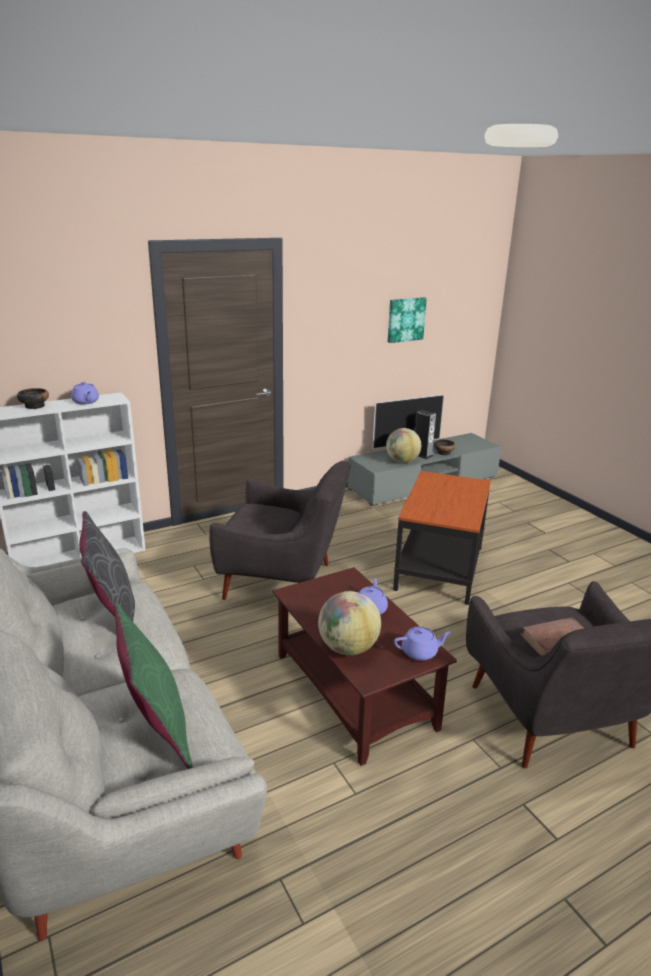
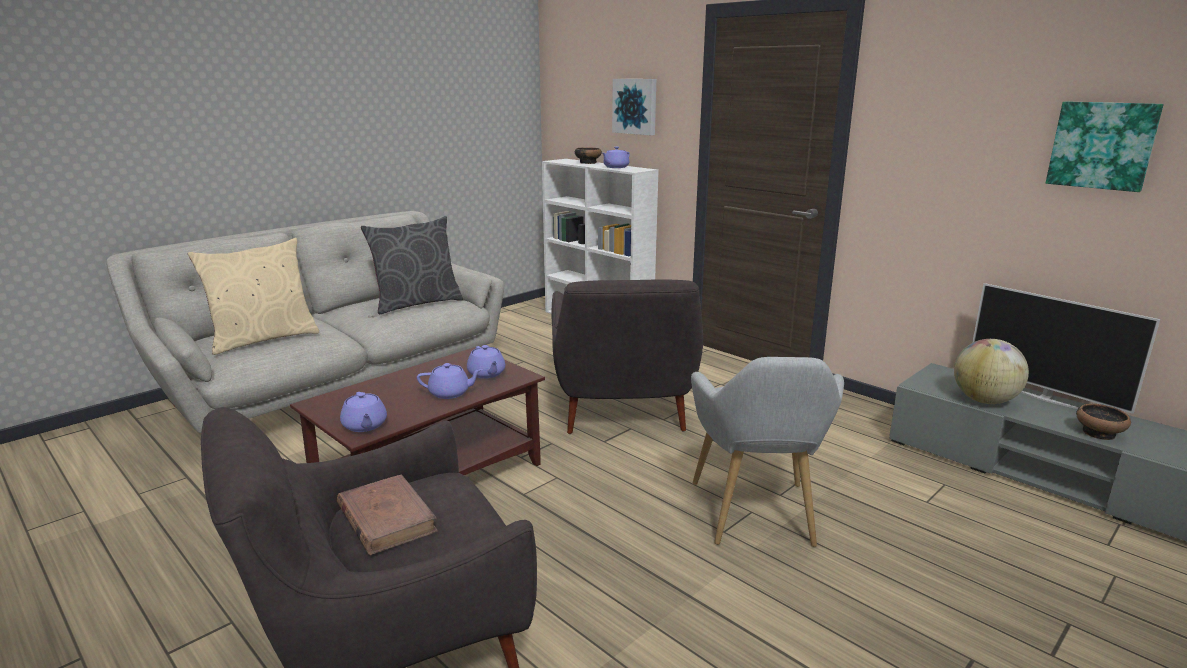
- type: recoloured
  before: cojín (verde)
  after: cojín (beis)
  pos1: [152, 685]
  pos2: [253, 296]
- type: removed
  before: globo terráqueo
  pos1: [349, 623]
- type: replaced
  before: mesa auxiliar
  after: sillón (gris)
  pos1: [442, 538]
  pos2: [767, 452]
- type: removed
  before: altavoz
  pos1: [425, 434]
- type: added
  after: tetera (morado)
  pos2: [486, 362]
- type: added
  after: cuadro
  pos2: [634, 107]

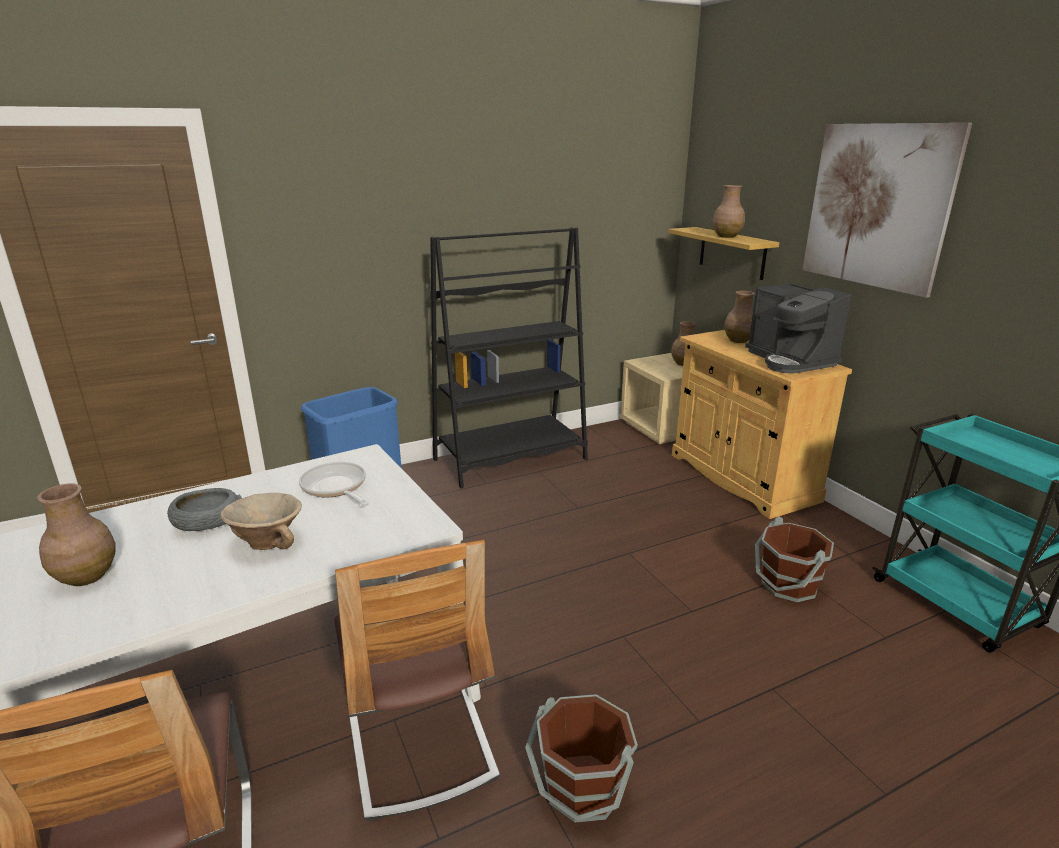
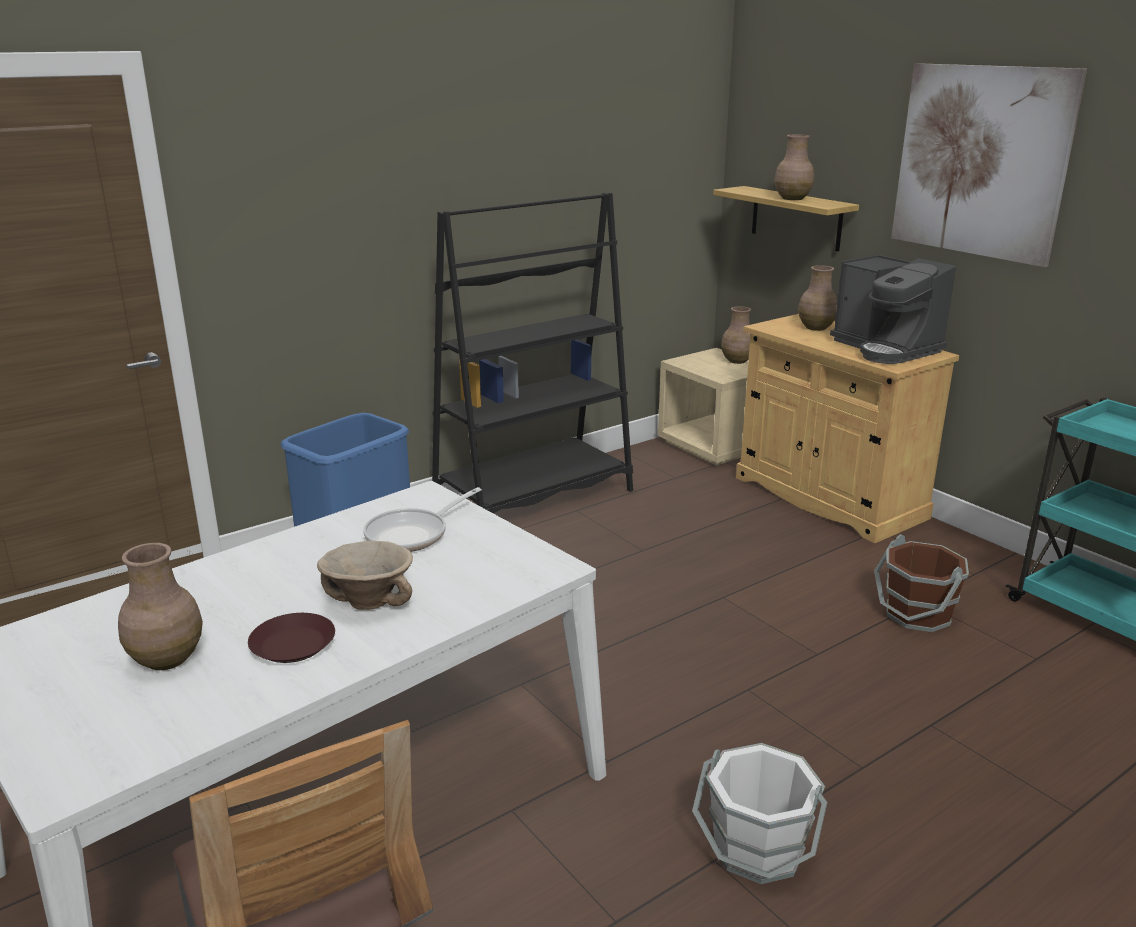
- type: removed
  before: cuenco (gris)
  pos1: [204, 509]
- type: turned
  before: sartén
  pos1: [334, 484]
  pos2: [422, 519]
  turn: -90
- type: removed
  before: silla
  pos1: [417, 680]
- type: recoloured
  before: cubo (marrón)
  after: cubo (blanco)
  pos1: [581, 758]
  pos2: [760, 813]
- type: added
  after: plato (marrón)
  pos2: [291, 638]

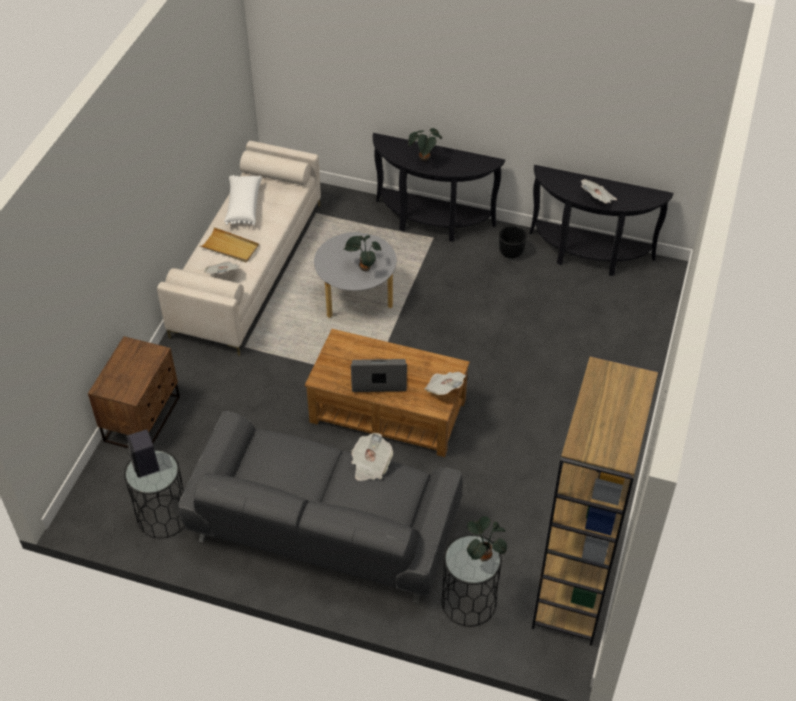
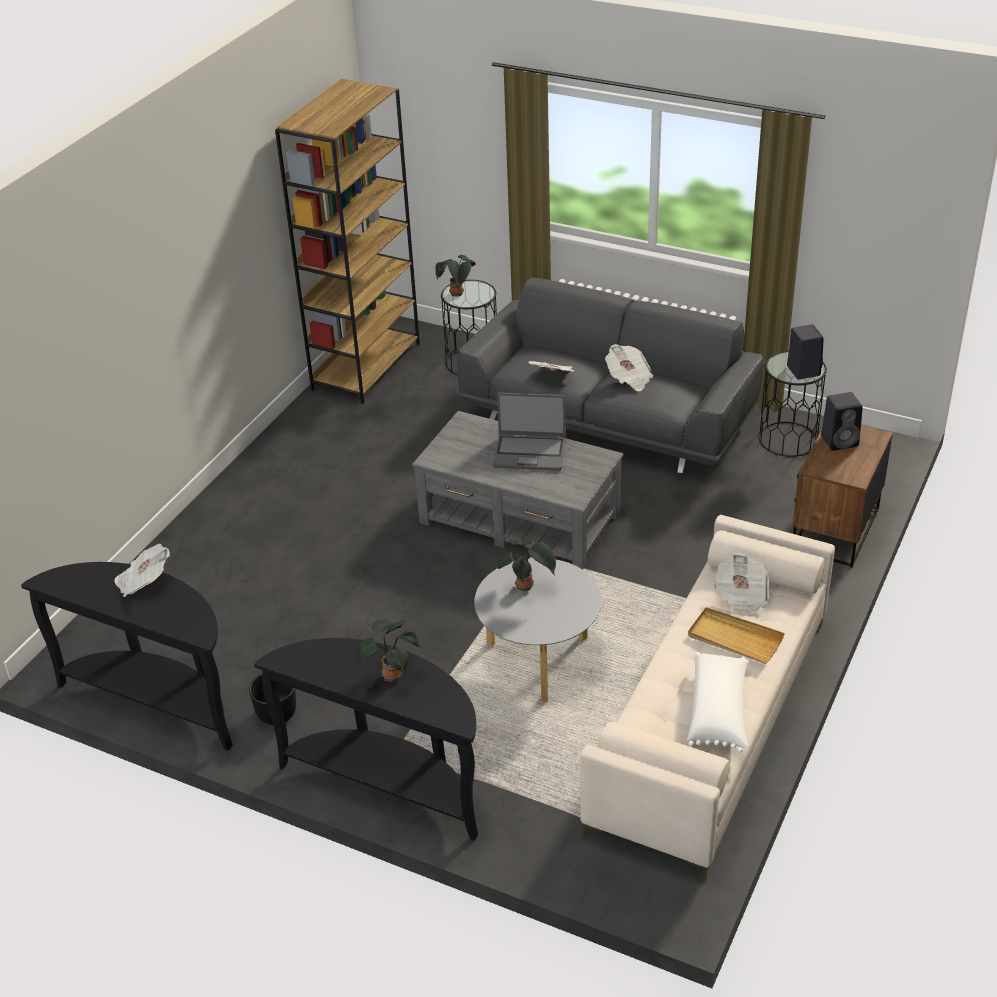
- type: recoloured
  before: mesa de centro (marrón)
  after: mesa de centro (gris)
  pos1: [387, 393]
  pos2: [518, 490]
- type: moved
  before: periódico
  pos1: [445, 383]
  pos2: [629, 367]
- type: added
  after: altavoz (negro)
  pos2: [842, 421]

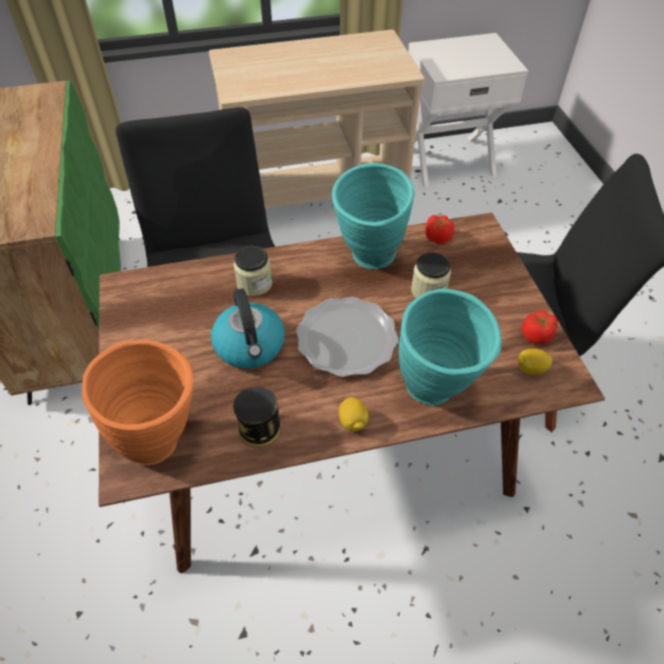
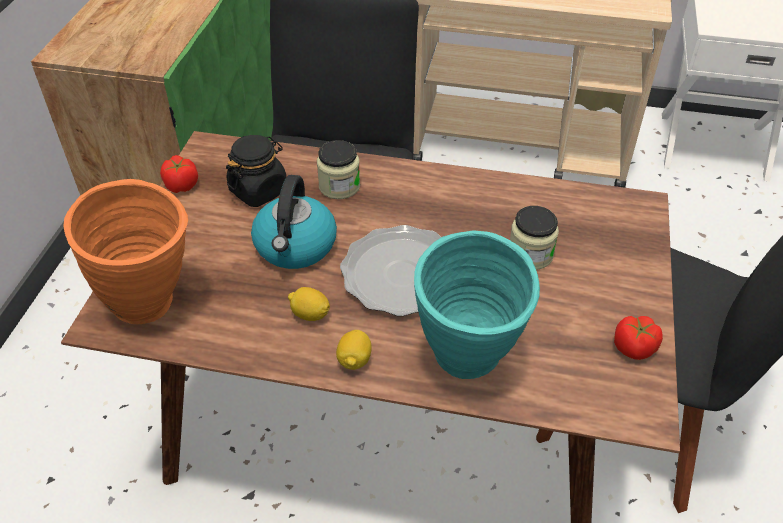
- type: removed
  before: lata
  pos1: [256, 417]
- type: removed
  before: florero (turquesa)
  pos1: [373, 216]
- type: moved
  before: tomate
  pos1: [439, 229]
  pos2: [179, 174]
- type: moved
  before: limón
  pos1: [534, 361]
  pos2: [309, 304]
- type: added
  after: tarro (negro)
  pos2: [256, 171]

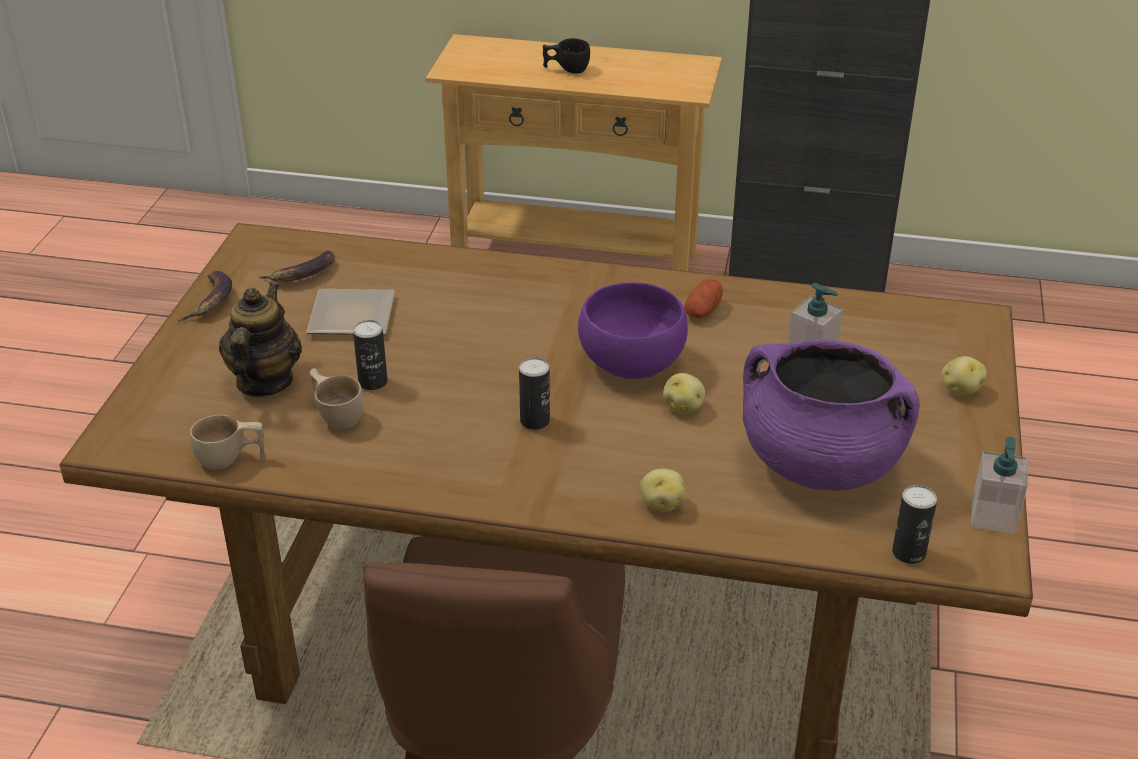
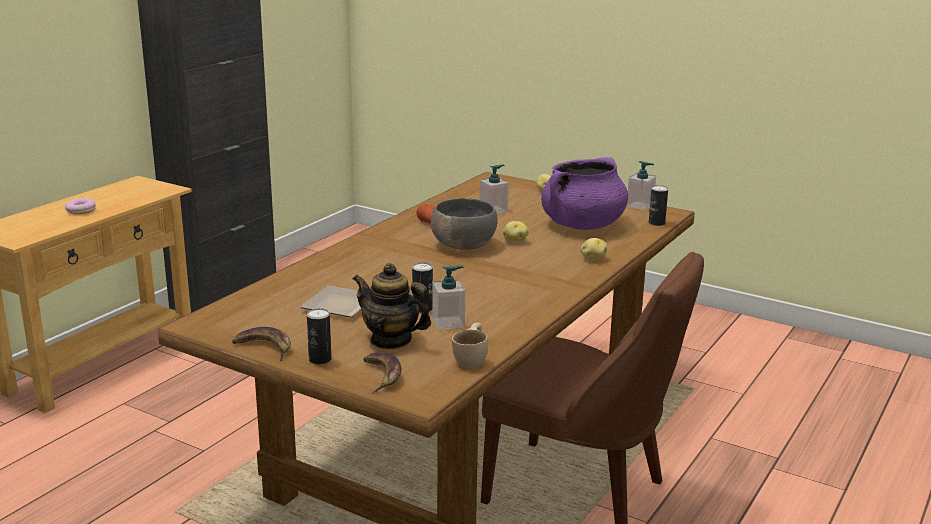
- type: moved
  before: plátano
  pos1: [297, 266]
  pos2: [382, 373]
- type: replaced
  before: taza (beis)
  after: dispensador de jabón
  pos1: [336, 399]
  pos2: [449, 297]
- type: moved
  before: lata
  pos1: [534, 393]
  pos2: [319, 336]
- type: replaced
  before: taza (negro)
  after: rosquilla
  pos1: [566, 56]
  pos2: [80, 206]
- type: recoloured
  before: cuenco (morado)
  after: cuenco (gris)
  pos1: [633, 330]
  pos2: [464, 224]

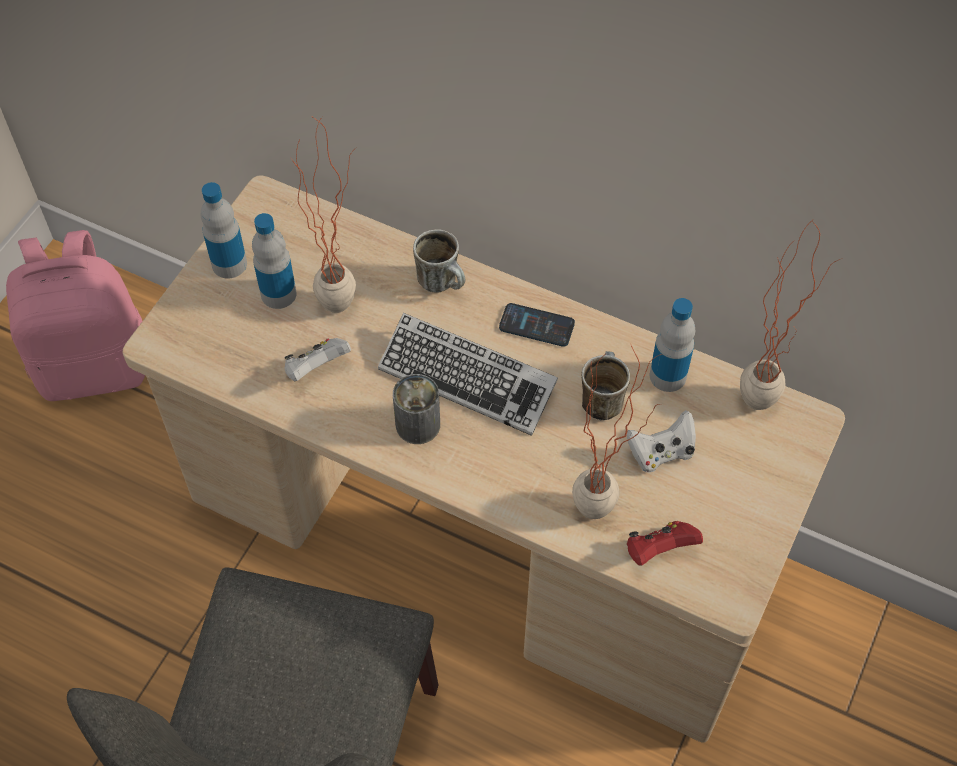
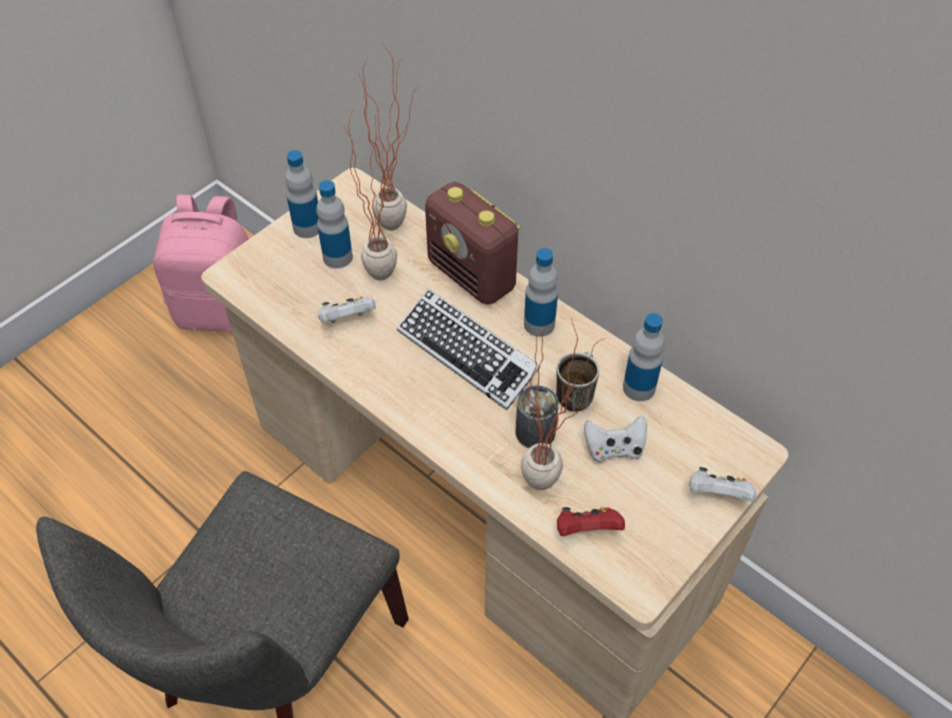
- type: moved
  before: lata
  pos1: [416, 409]
  pos2: [537, 416]
- type: replaced
  before: taza grande
  after: radio
  pos1: [439, 261]
  pos2: [473, 243]
- type: replaced
  before: móvil
  after: botella
  pos1: [537, 325]
  pos2: [541, 292]
- type: moved
  before: planta en maceta
  pos1: [791, 314]
  pos2: [387, 137]
- type: added
  after: mando de consola (blanco)
  pos2: [723, 484]

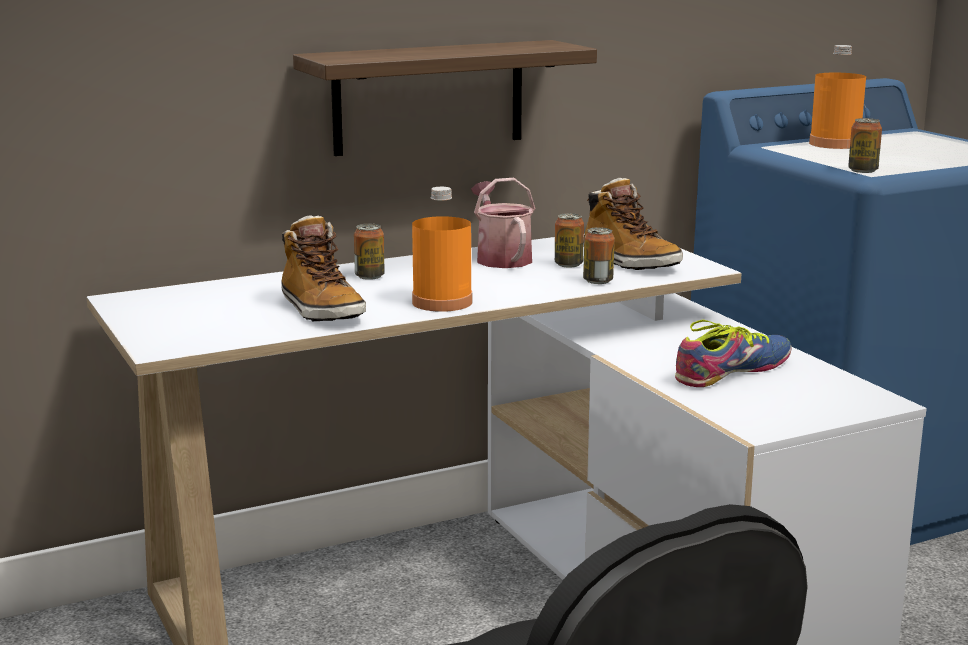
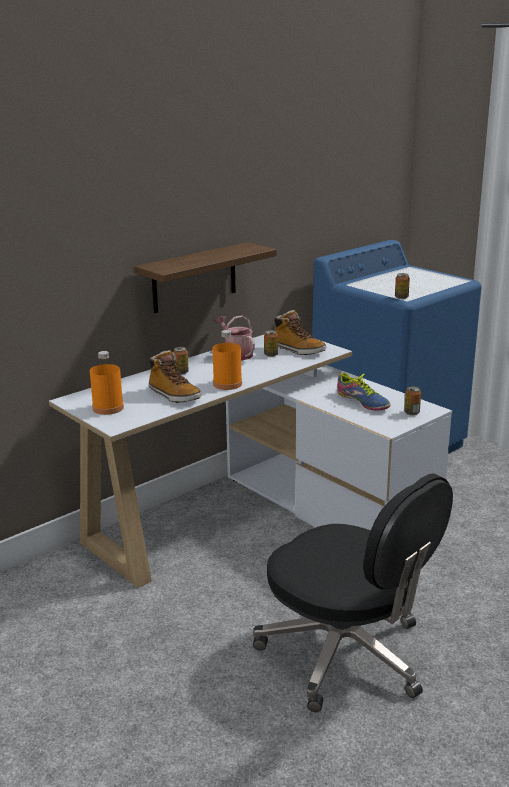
- type: moved
  before: lata
  pos1: [599, 255]
  pos2: [412, 400]
- type: turned
  before: zapato
  pos1: [733, 353]
  pos2: [363, 391]
  turn: 105
- type: moved
  before: botella (naranja)
  pos1: [837, 97]
  pos2: [107, 383]

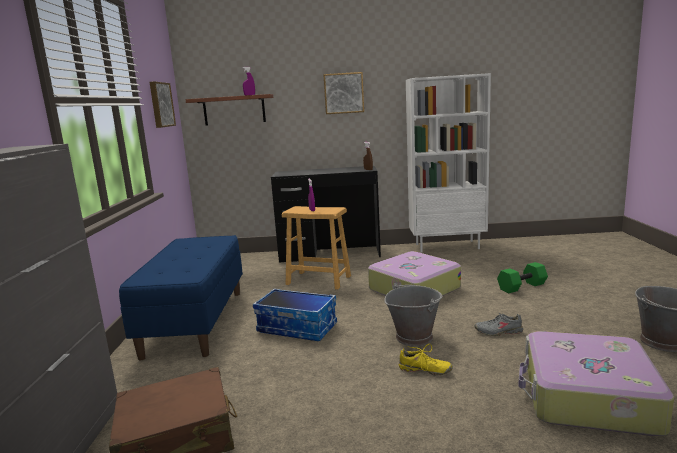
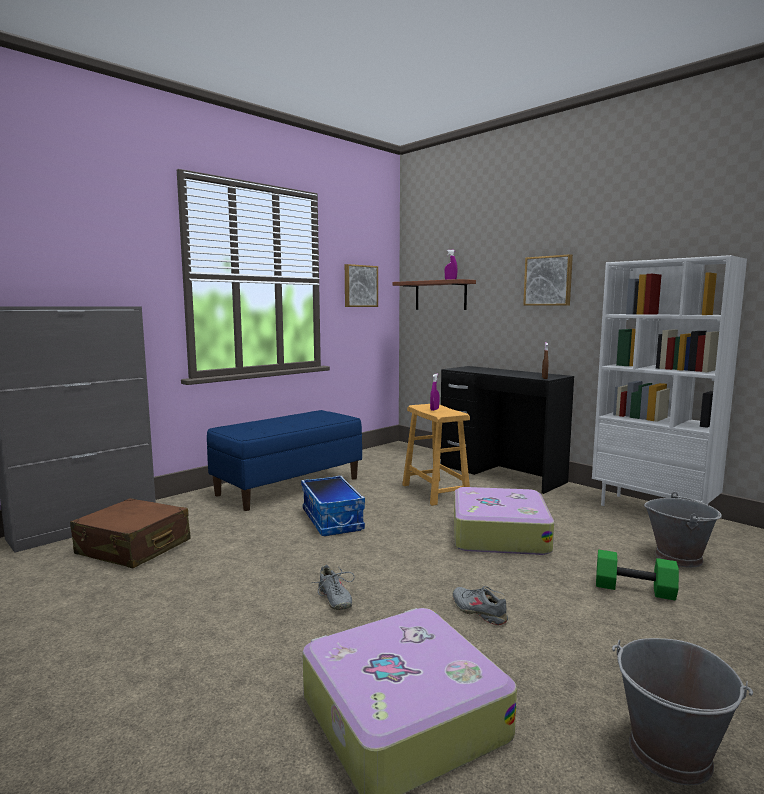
- type: moved
  before: cubo (gris)
  pos1: [413, 314]
  pos2: [683, 530]
- type: recoloured
  before: zapato (amarillo)
  after: zapato (gris)
  pos1: [425, 359]
  pos2: [332, 587]

